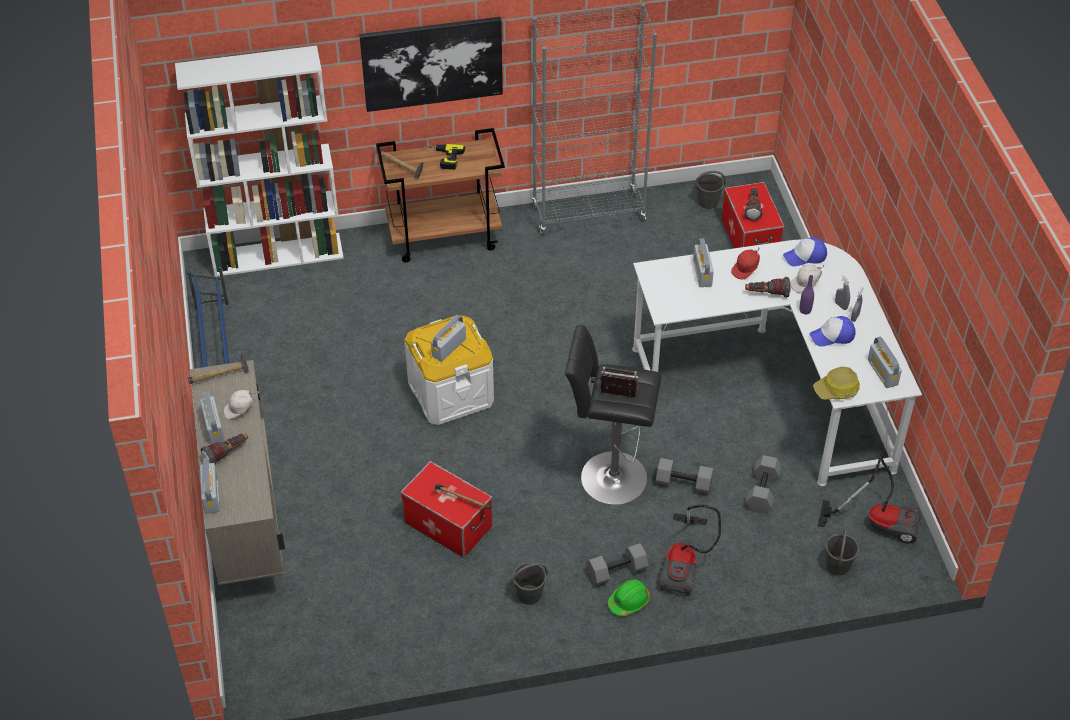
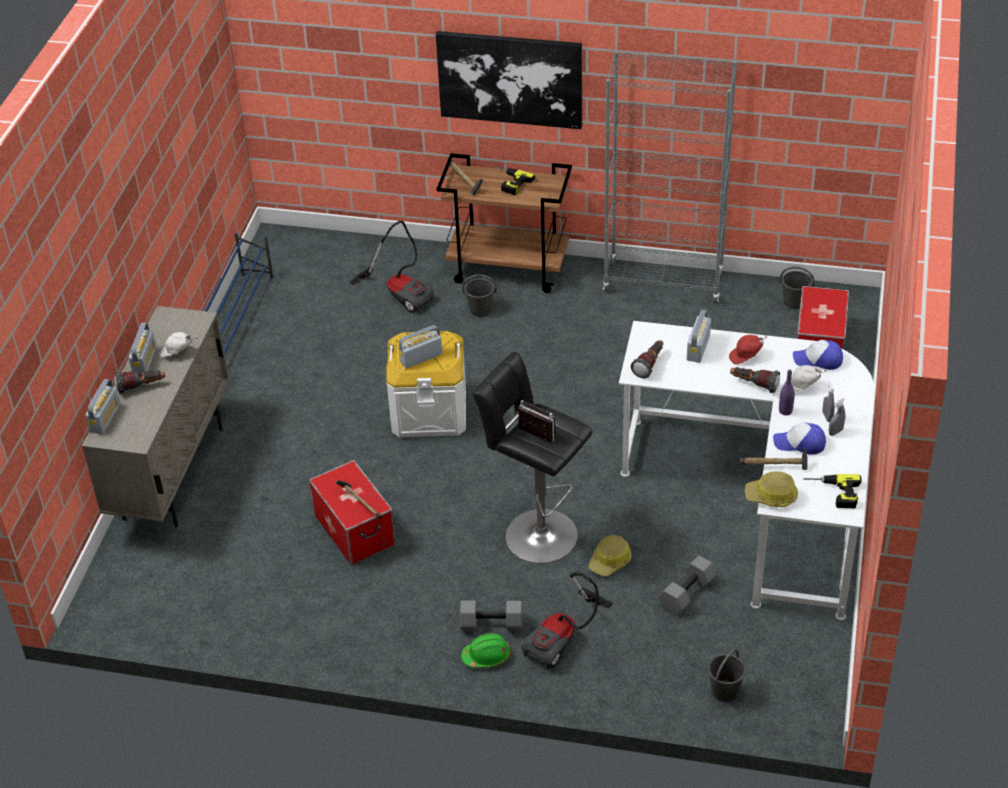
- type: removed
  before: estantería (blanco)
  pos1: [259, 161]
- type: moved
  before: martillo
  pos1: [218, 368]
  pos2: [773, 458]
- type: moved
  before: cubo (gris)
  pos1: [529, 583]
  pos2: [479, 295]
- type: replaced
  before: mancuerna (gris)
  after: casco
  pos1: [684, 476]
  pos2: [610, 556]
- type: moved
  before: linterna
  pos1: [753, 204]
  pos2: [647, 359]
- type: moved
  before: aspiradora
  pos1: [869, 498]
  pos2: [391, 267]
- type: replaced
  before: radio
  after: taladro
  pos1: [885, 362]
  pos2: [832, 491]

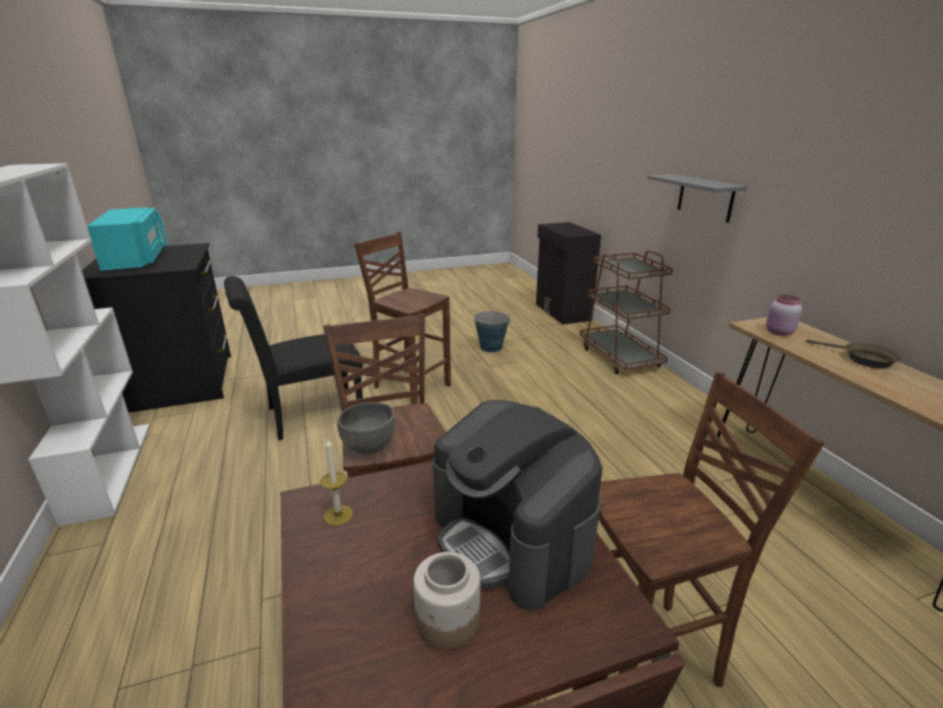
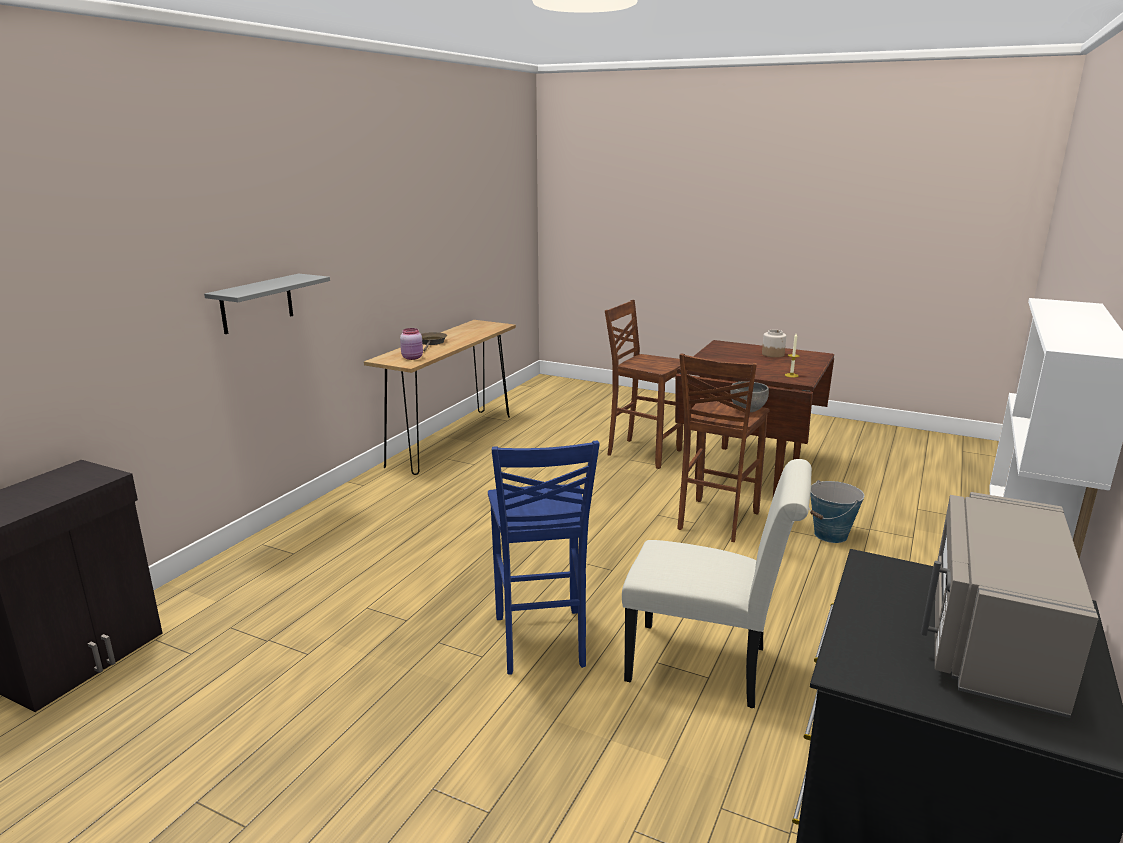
- type: recoloured
  before: microondas (turquesa)
  after: microondas (gris)
  pos1: [127, 238]
  pos2: [1010, 605]
- type: recoloured
  before: silla (negro)
  after: silla (blanco)
  pos1: [293, 358]
  pos2: [717, 583]
- type: recoloured
  before: taburete (marrón)
  after: taburete (azul)
  pos1: [402, 318]
  pos2: [544, 558]
- type: removed
  before: cafetera
  pos1: [518, 505]
- type: moved
  before: cubo
  pos1: [492, 332]
  pos2: [836, 511]
- type: removed
  before: carrito (marrón)
  pos1: [626, 312]

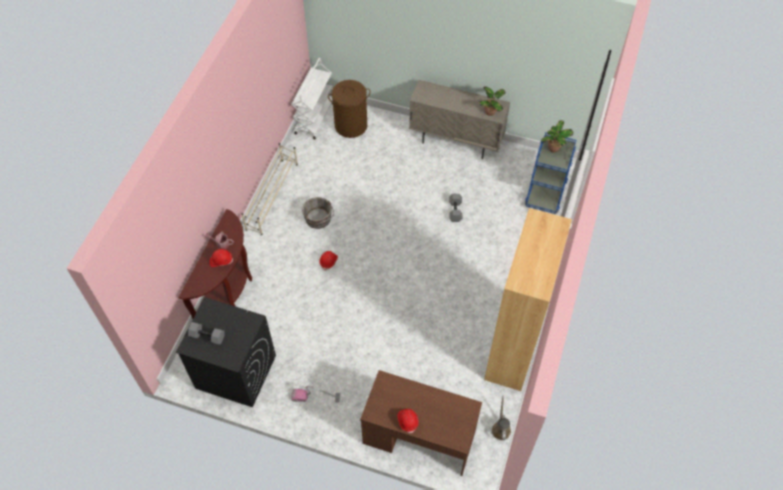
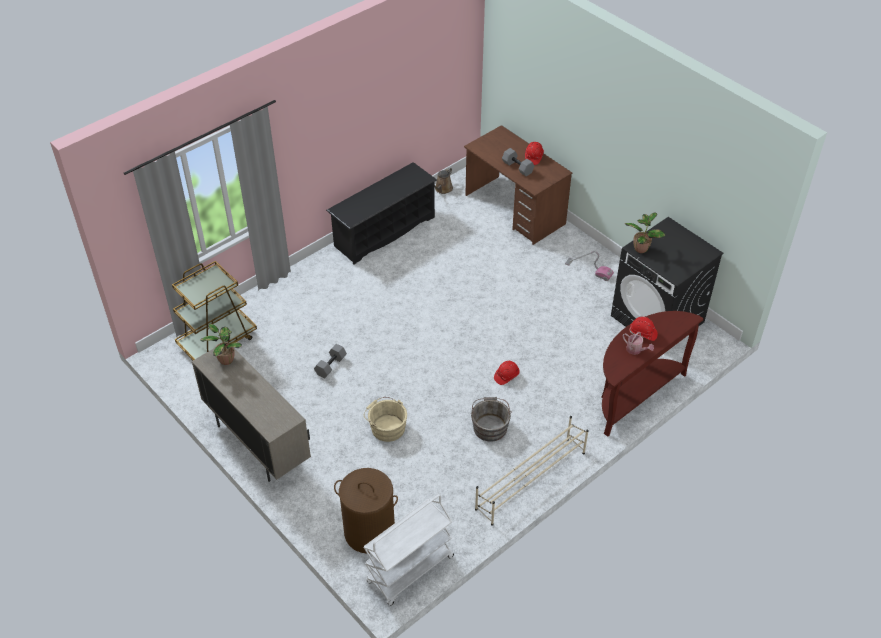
- type: moved
  before: mancuerna (gris)
  pos1: [206, 333]
  pos2: [518, 162]
- type: replaced
  before: estantería (marrón)
  after: zapatero (negro)
  pos1: [528, 299]
  pos2: [381, 213]
- type: recoloured
  before: carrito (azul)
  after: carrito (marrón)
  pos1: [550, 173]
  pos2: [214, 310]
- type: moved
  before: planta en maceta
  pos1: [557, 136]
  pos2: [645, 233]
- type: added
  after: cubo (beis)
  pos2: [385, 419]

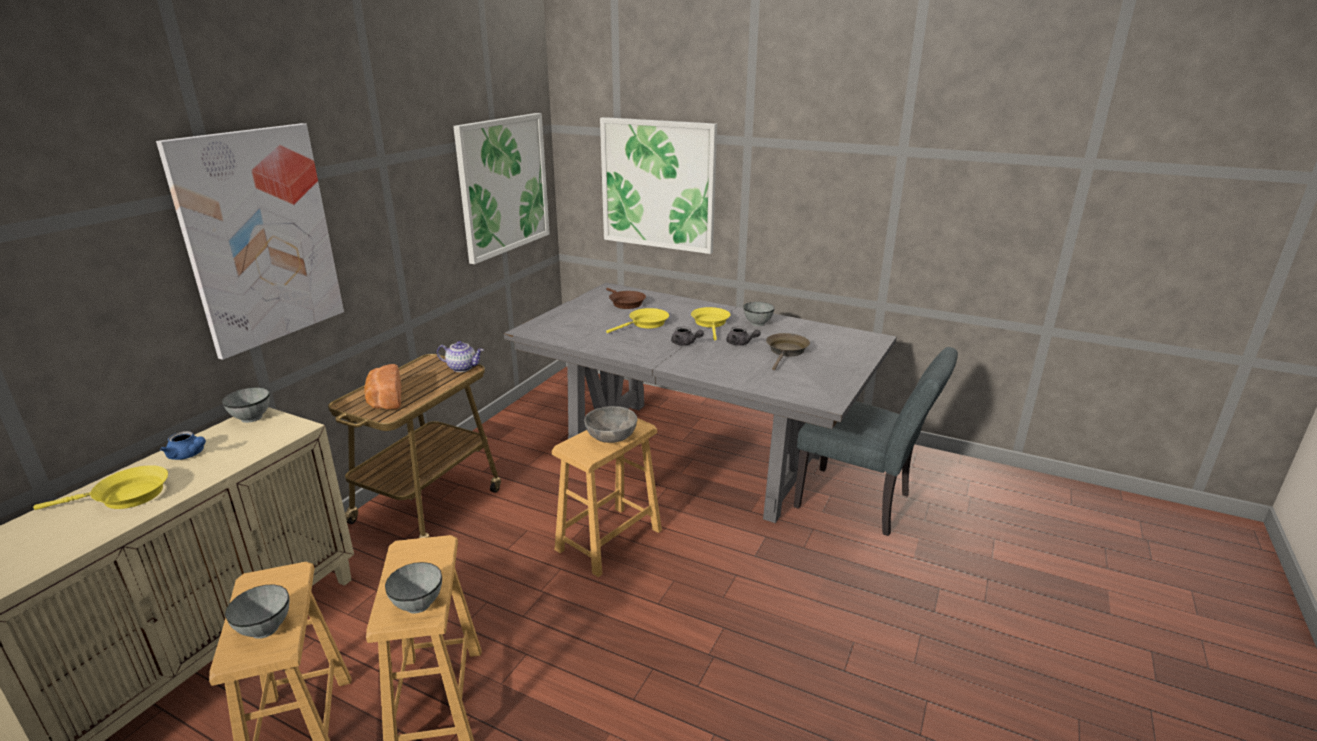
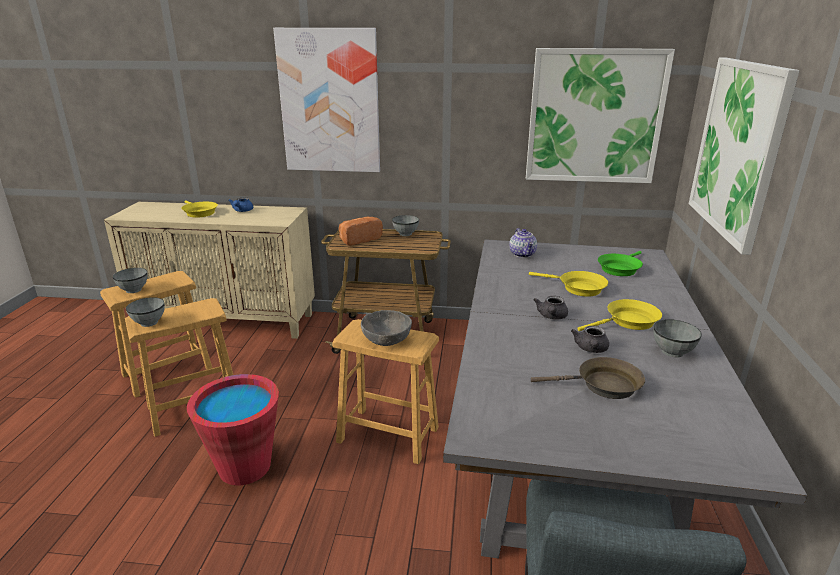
- type: moved
  before: cuenco (gris)
  pos1: [246, 405]
  pos2: [405, 225]
- type: moved
  before: tetera
  pos1: [460, 356]
  pos2: [523, 243]
- type: recoloured
  before: sartén (marrón)
  after: sartén (verde)
  pos1: [626, 298]
  pos2: [620, 263]
- type: added
  after: cubo (rojo)
  pos2: [233, 429]

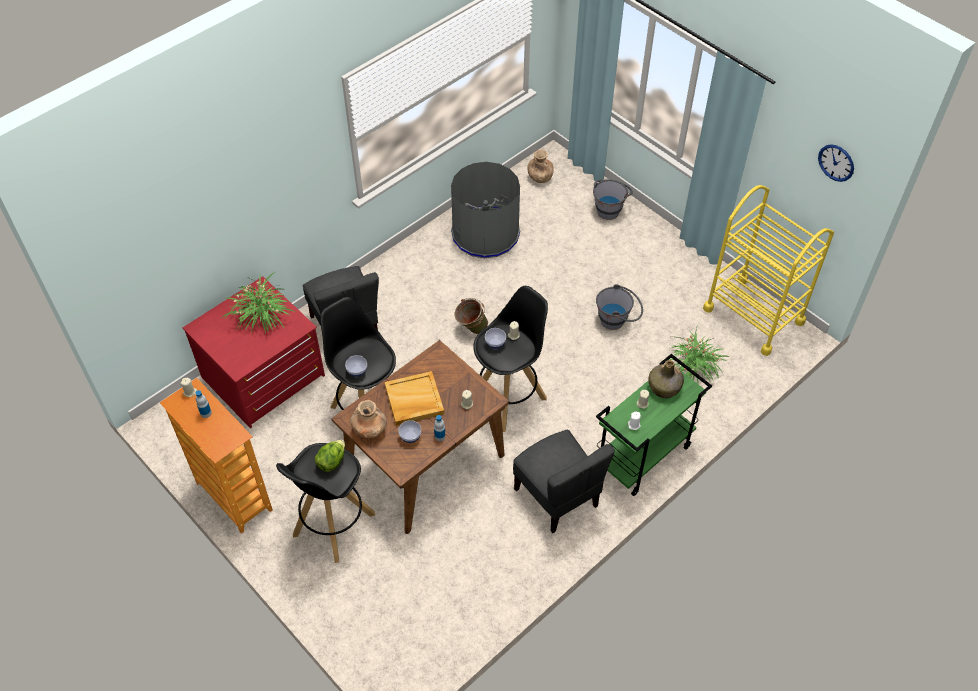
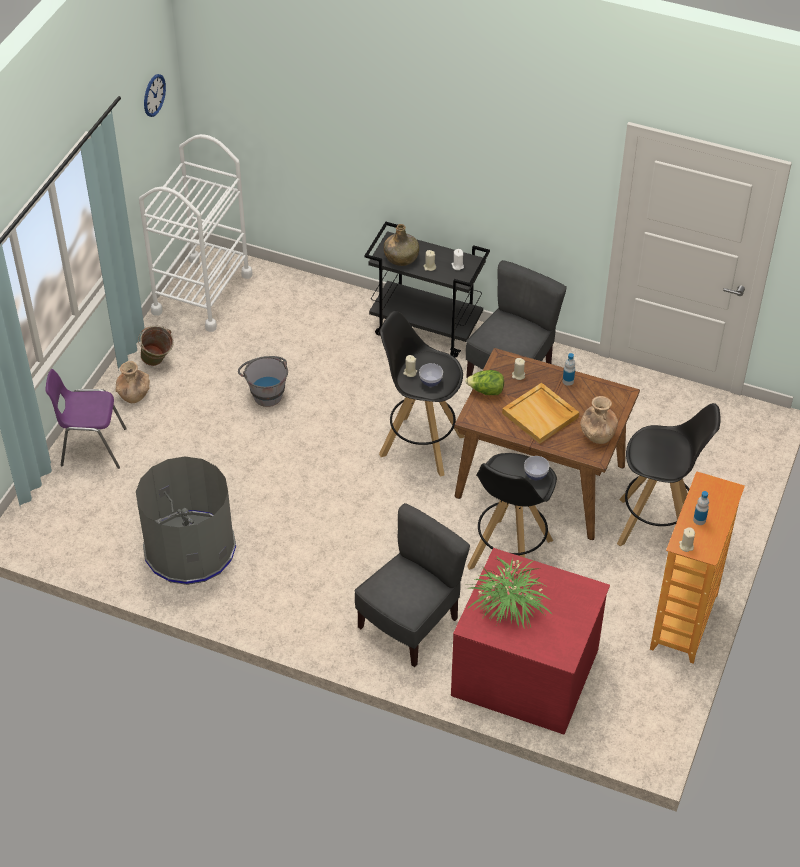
- type: moved
  before: lechuga
  pos1: [330, 456]
  pos2: [484, 382]
- type: removed
  before: cuenco
  pos1: [409, 431]
- type: moved
  before: cubo (verde)
  pos1: [471, 316]
  pos2: [156, 346]
- type: moved
  before: florero (marrón)
  pos1: [540, 166]
  pos2: [132, 382]
- type: replaced
  before: cubo (gris)
  after: silla (morado)
  pos1: [613, 199]
  pos2: [86, 419]
- type: recoloured
  before: carrito (verde)
  after: carrito (negro)
  pos1: [654, 425]
  pos2: [427, 289]
- type: removed
  before: planta en maceta
  pos1: [699, 356]
- type: recoloured
  before: carrito (amarillo)
  after: carrito (blanco)
  pos1: [768, 270]
  pos2: [196, 233]

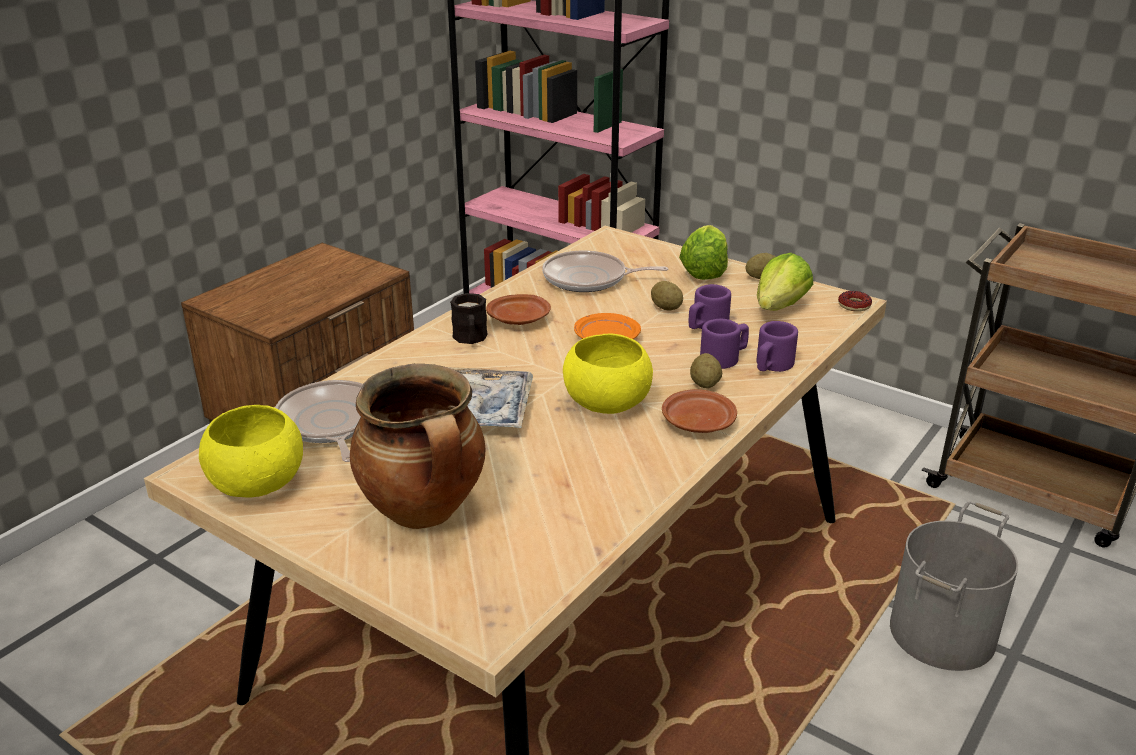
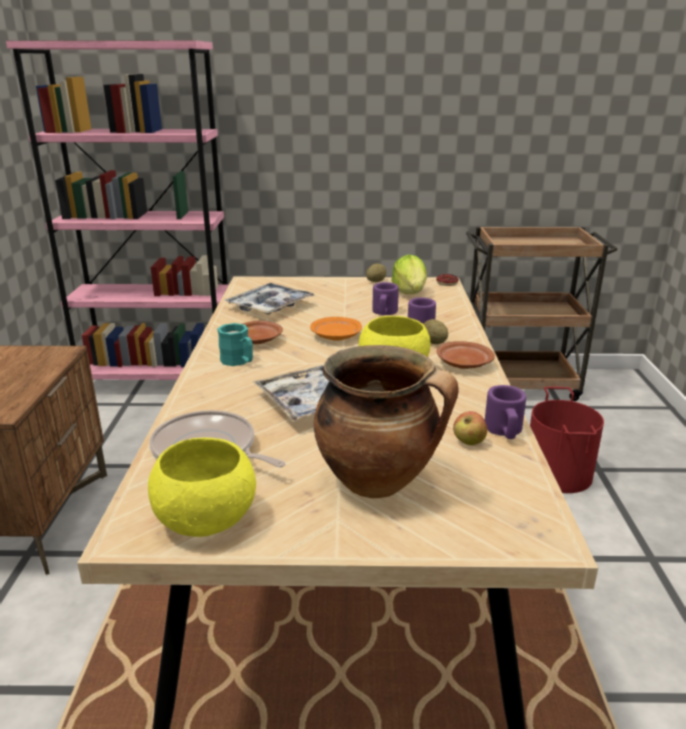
- type: recoloured
  before: taza grande (negro)
  after: taza grande (turquesa)
  pos1: [469, 318]
  pos2: [235, 344]
- type: replaced
  before: sartén
  after: bandeja
  pos1: [605, 271]
  pos2: [269, 298]
- type: removed
  before: patata
  pos1: [667, 296]
- type: removed
  before: lechuga
  pos1: [703, 252]
- type: moved
  before: taza grande (morado)
  pos1: [777, 346]
  pos2: [505, 412]
- type: recoloured
  before: cubo (gris)
  after: cubo (rojo)
  pos1: [954, 586]
  pos2: [567, 440]
- type: added
  after: manzana
  pos2: [470, 428]

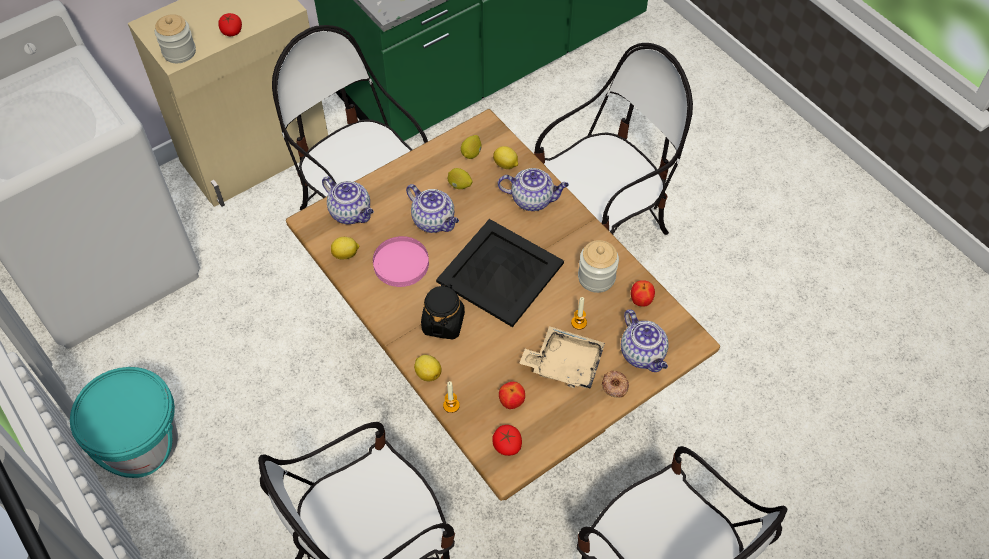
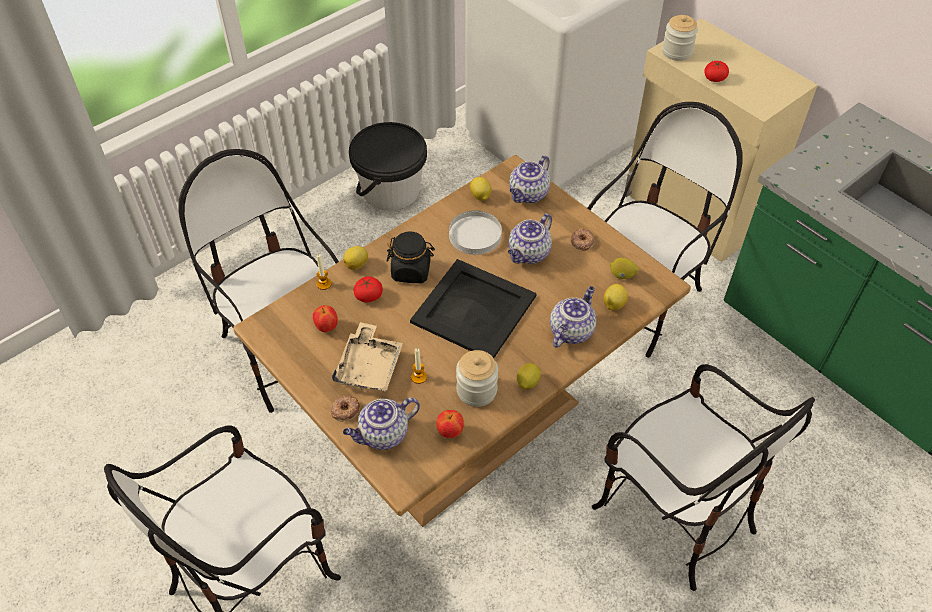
- type: recoloured
  before: cubo (turquesa)
  after: cubo (negro)
  pos1: [124, 422]
  pos2: [388, 166]
- type: recoloured
  before: plato (rosa)
  after: plato (blanco)
  pos1: [401, 261]
  pos2: [475, 232]
- type: moved
  before: limón
  pos1: [460, 178]
  pos2: [529, 376]
- type: moved
  before: tomate
  pos1: [507, 440]
  pos2: [368, 289]
- type: turned
  before: tetera
  pos1: [533, 189]
  pos2: [573, 317]
  turn: -150
- type: added
  after: rosquilla
  pos2: [583, 239]

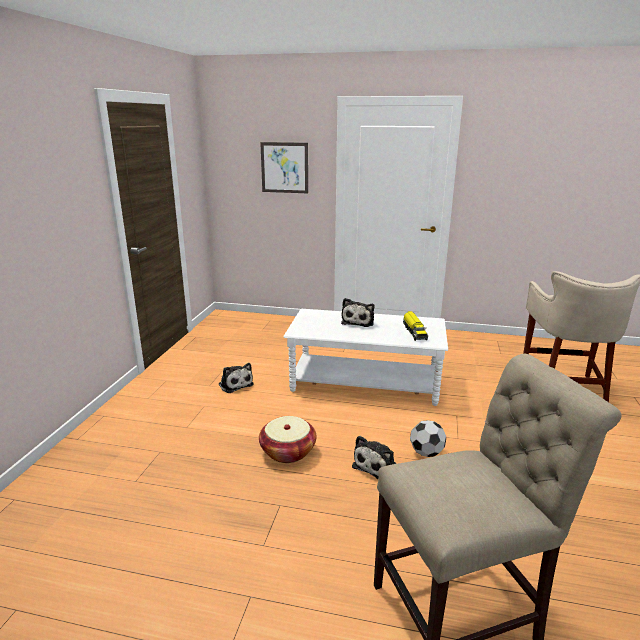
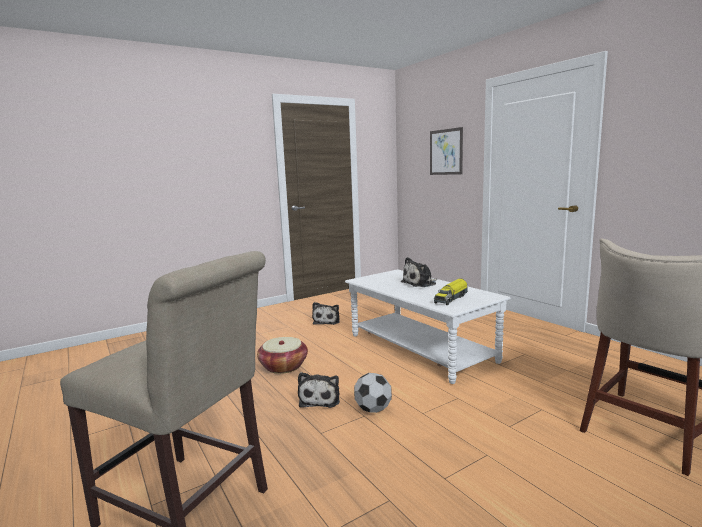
- type: turned
  before: peluche
  pos1: [374, 457]
  pos2: [319, 390]
  turn: -75

